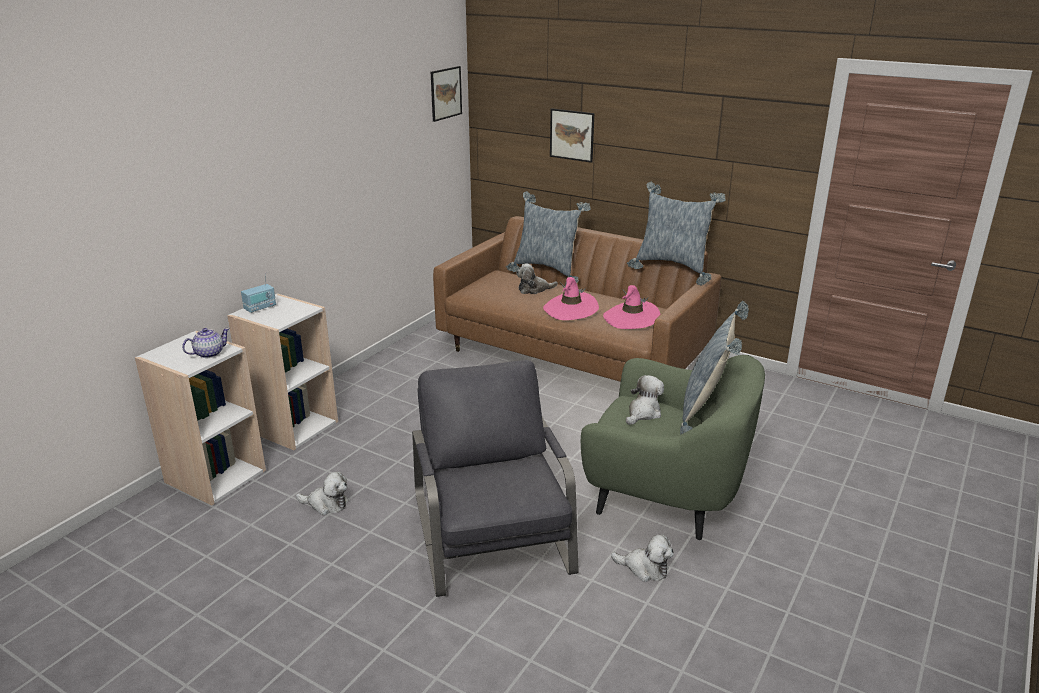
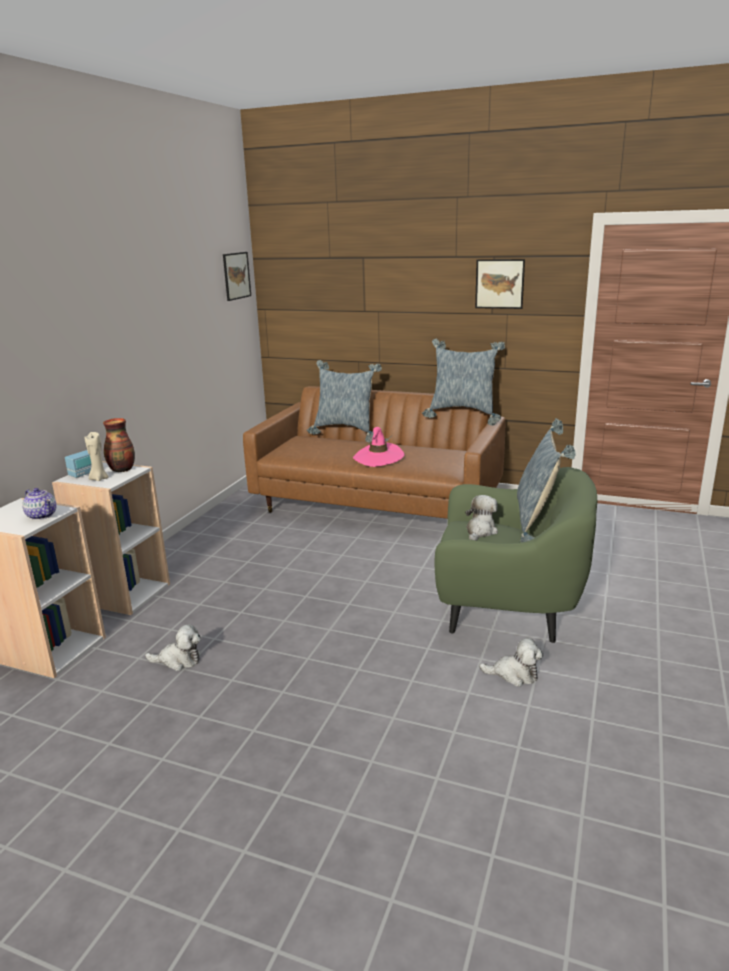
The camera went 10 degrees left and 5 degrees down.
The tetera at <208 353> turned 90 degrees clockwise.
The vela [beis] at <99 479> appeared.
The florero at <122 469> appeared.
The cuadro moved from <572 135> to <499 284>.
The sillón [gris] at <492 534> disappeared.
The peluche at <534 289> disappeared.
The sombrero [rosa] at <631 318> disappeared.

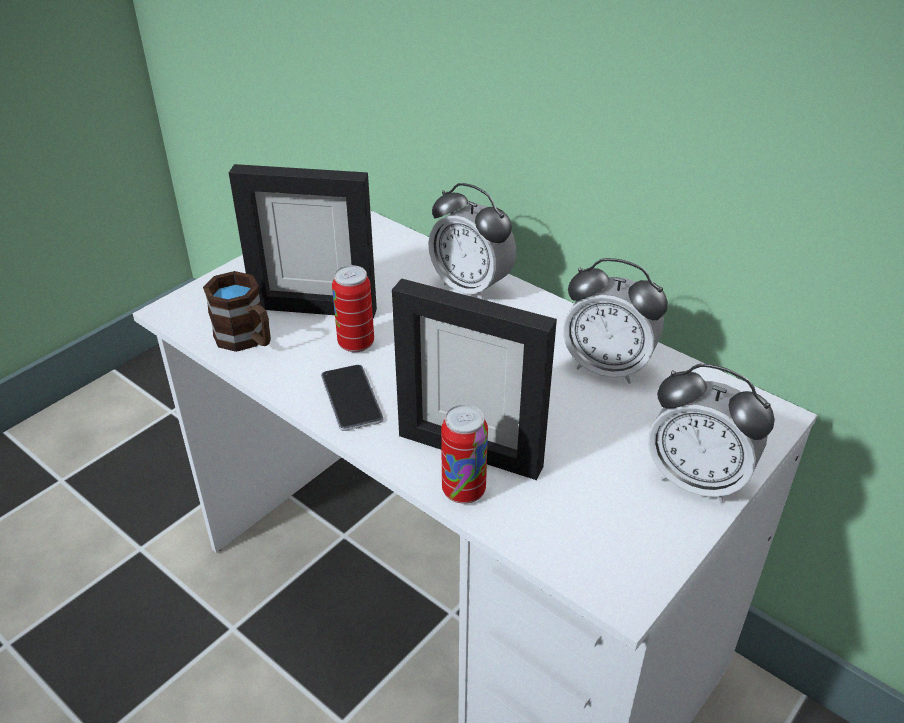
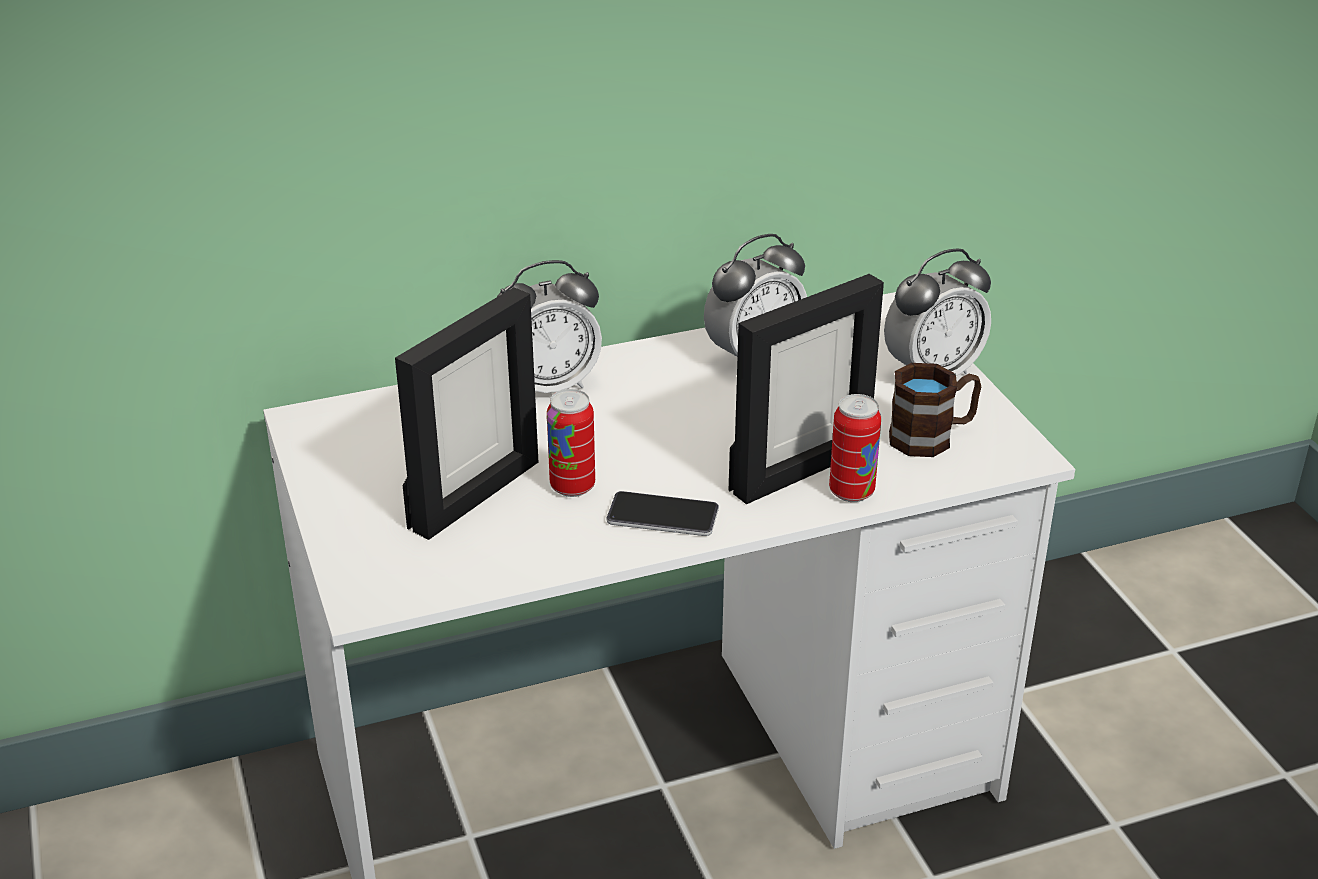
The camera went 60 degrees left and 5 degrees down.
The taza grande [marrón] moved from <247 340> to <932 437>.

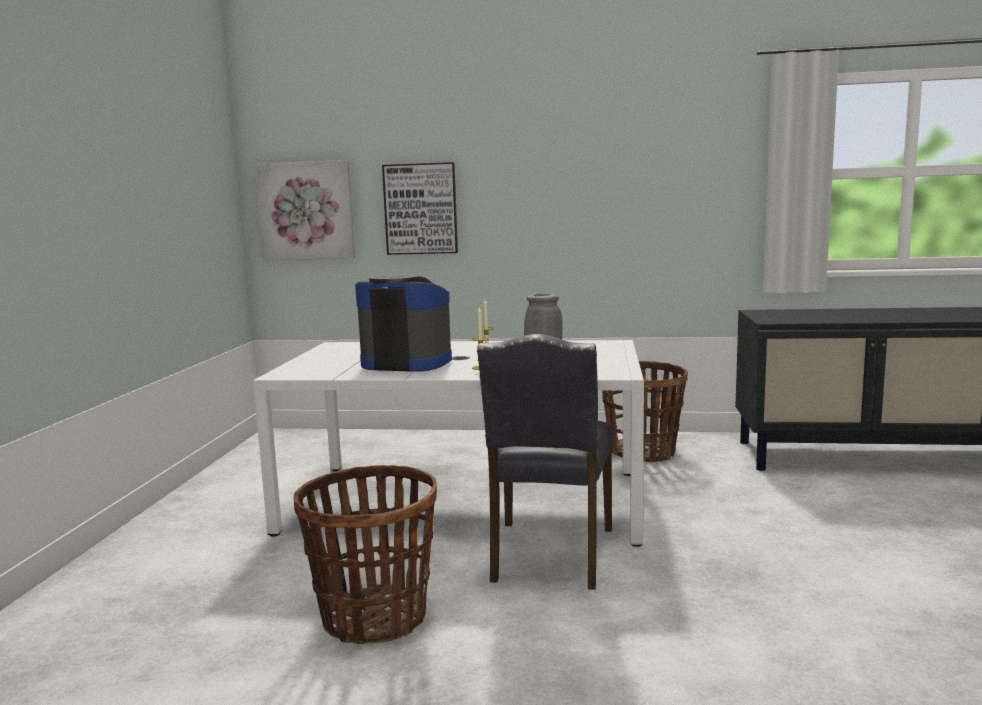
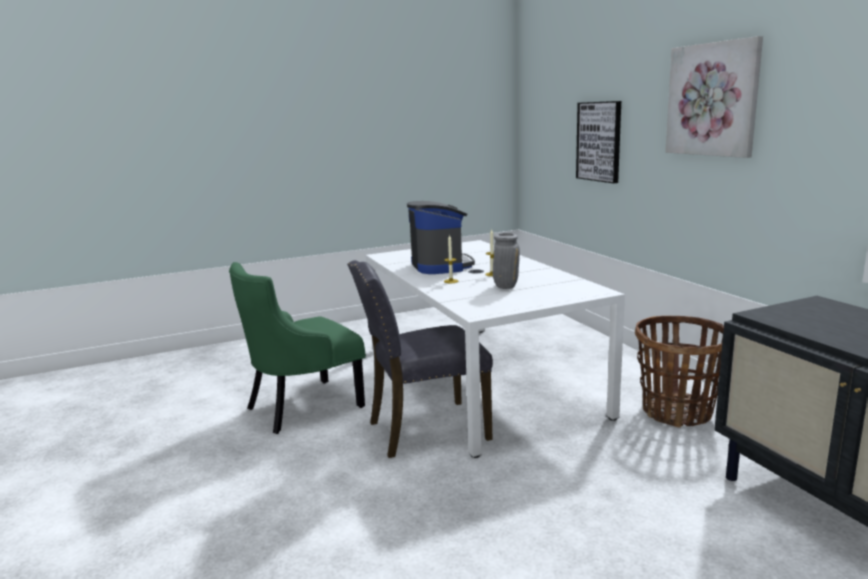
The camera went 60 degrees right and 5 degrees up.
The cesta at <374 617> was replaced by the silla [verde] at <306 406>.
The cuadro moved from <306 211> to <712 99>.

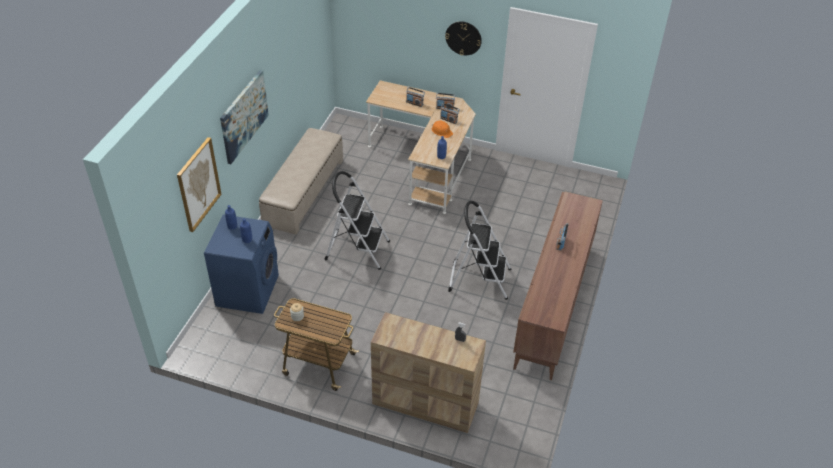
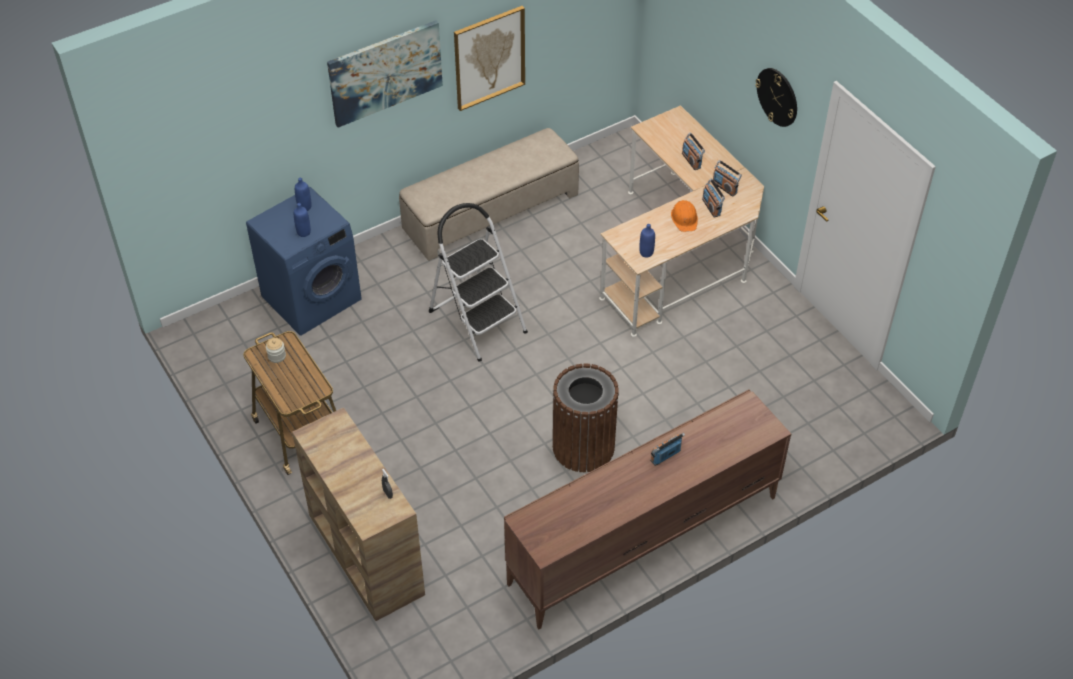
The camera went 40 degrees right and 5 degrees up.
The cuadro moved from <198 184> to <489 57>.
The escalera de tijera at <478 279> was replaced by the papelera [marrón] at <583 447>.

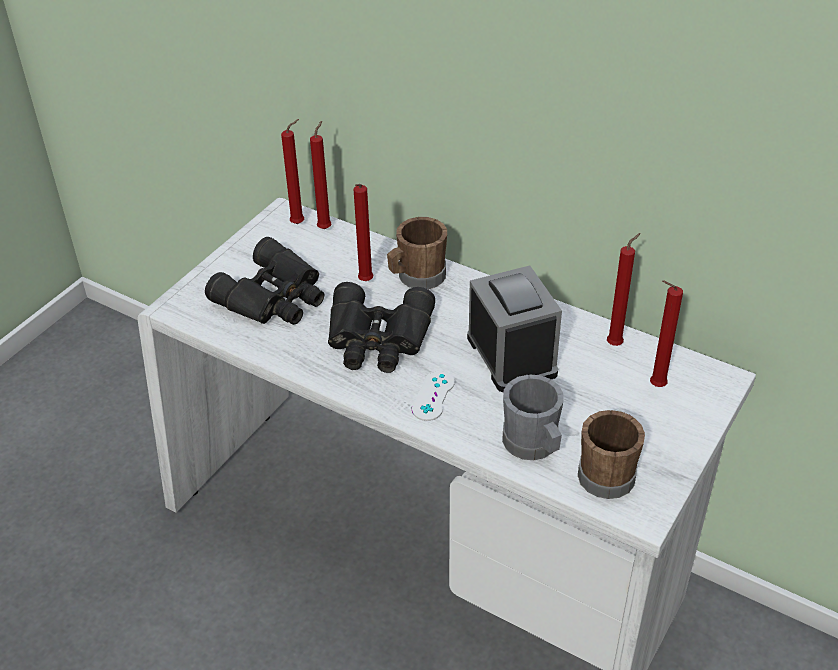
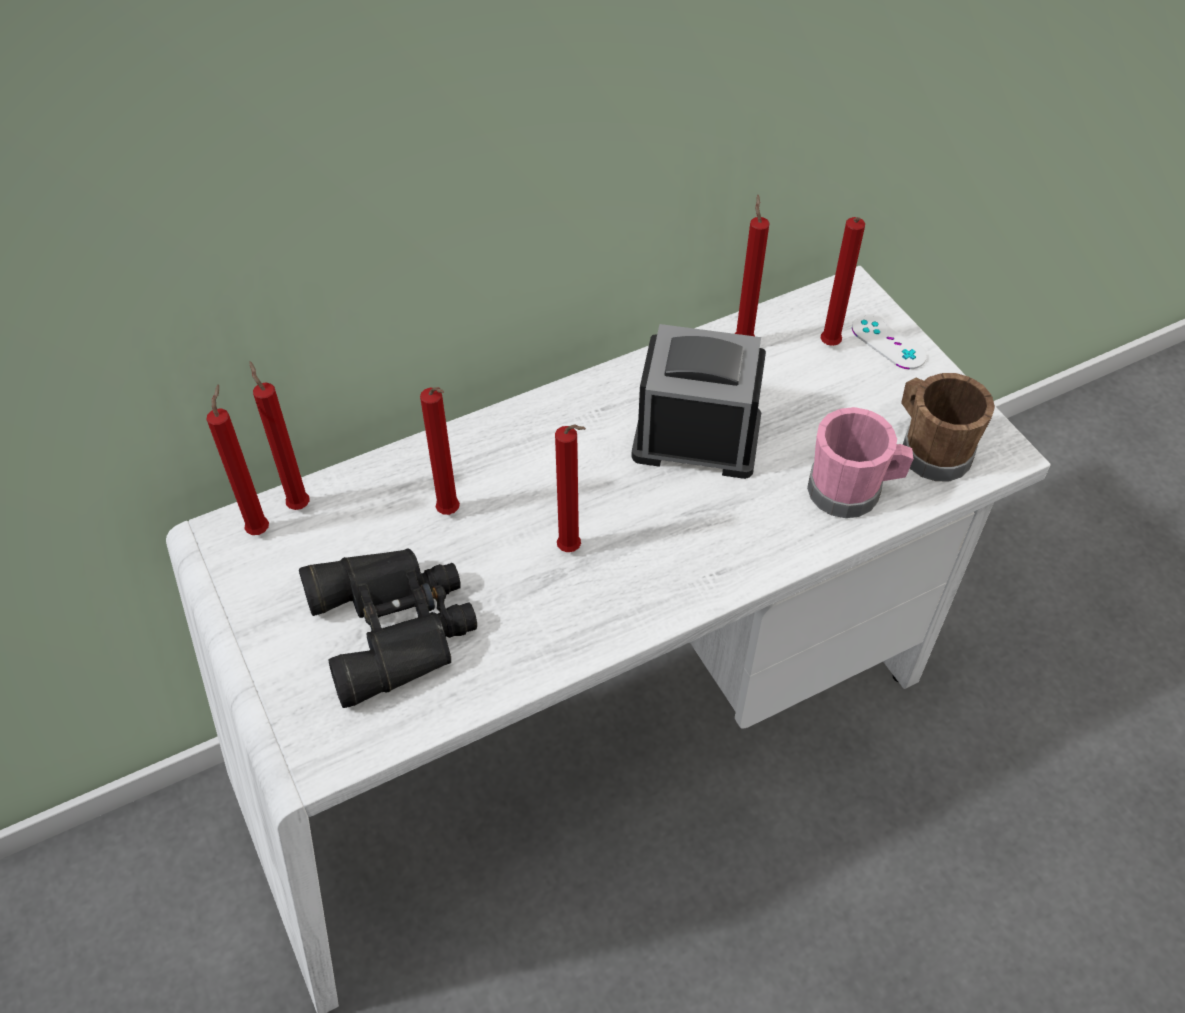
The camera went 60 degrees left and 10 degrees up.
The prismáticos [negro] at <378 339> was replaced by the vela [rojo] at <572 550>.
The taza grande [gris] at <533 445> became the taza grande [rosa] at <852 491>.
The mando de consola [blanco] moved from <433 396> to <888 342>.
The taza grande [marrón] at <417 277> disappeared.

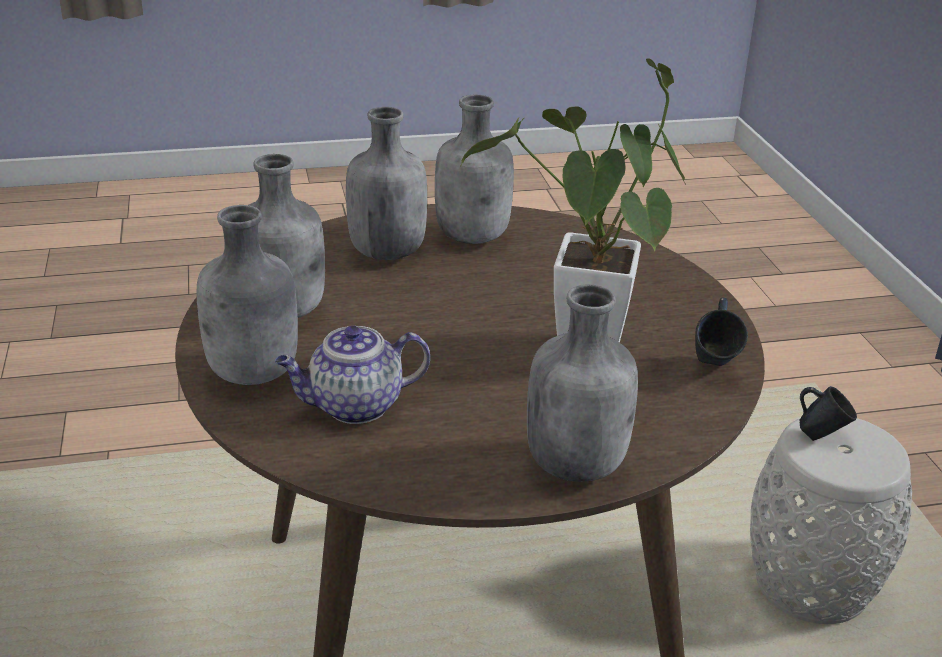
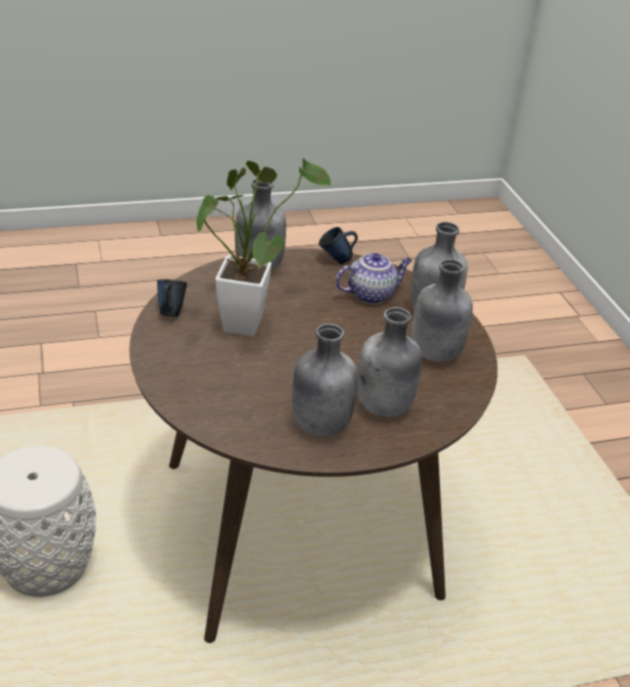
The camera went 175 degrees right and 5 degrees up.
The taza grande [azul] moved from <821 436> to <336 261>.

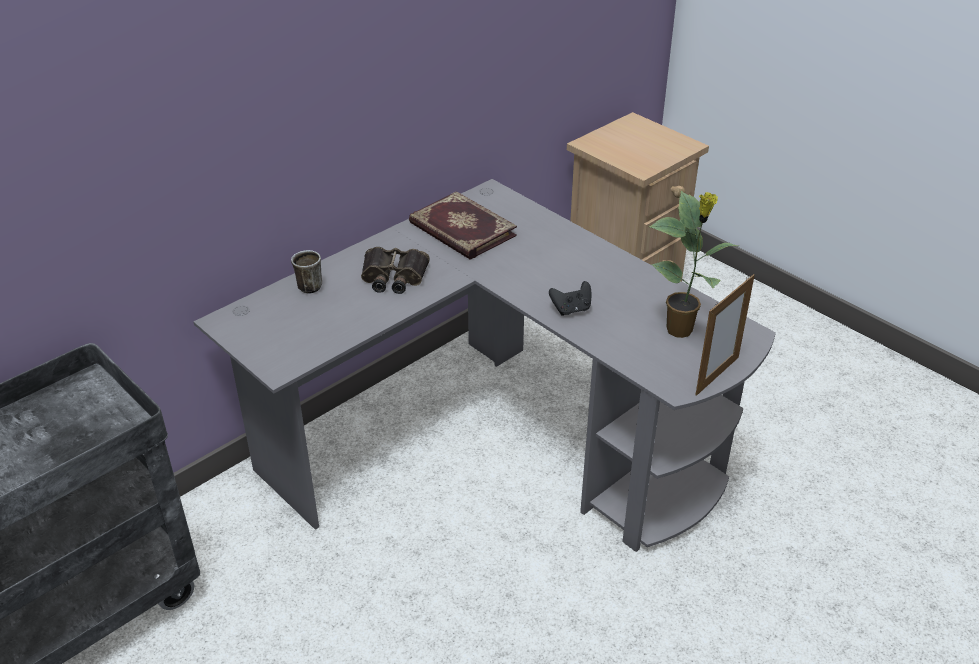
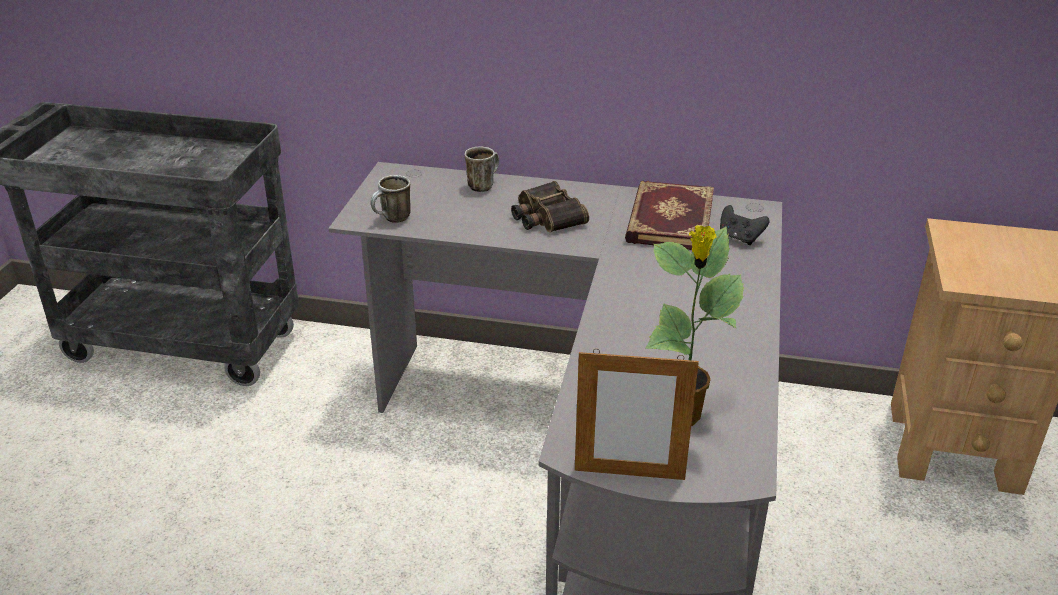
The camera went 55 degrees right and 5 degrees down.
The taza grande at <393 219> appeared.
The mando de consola [negro] moved from <571 309> to <739 238>.

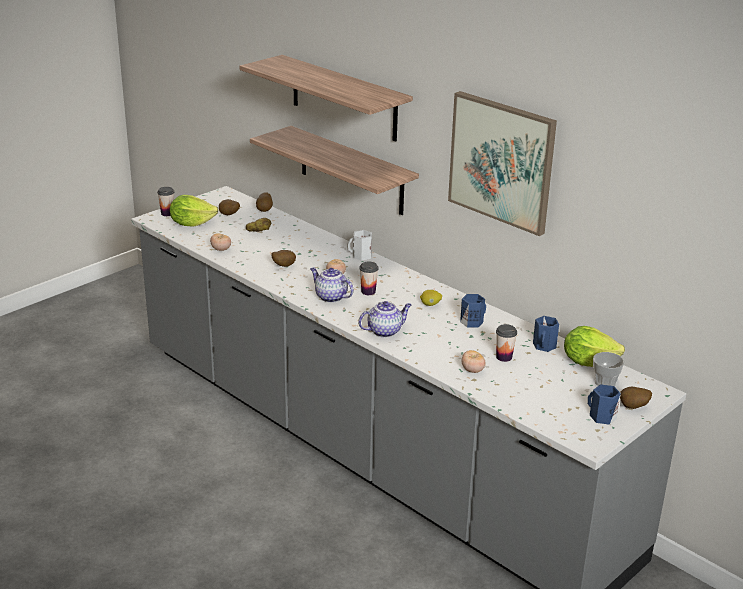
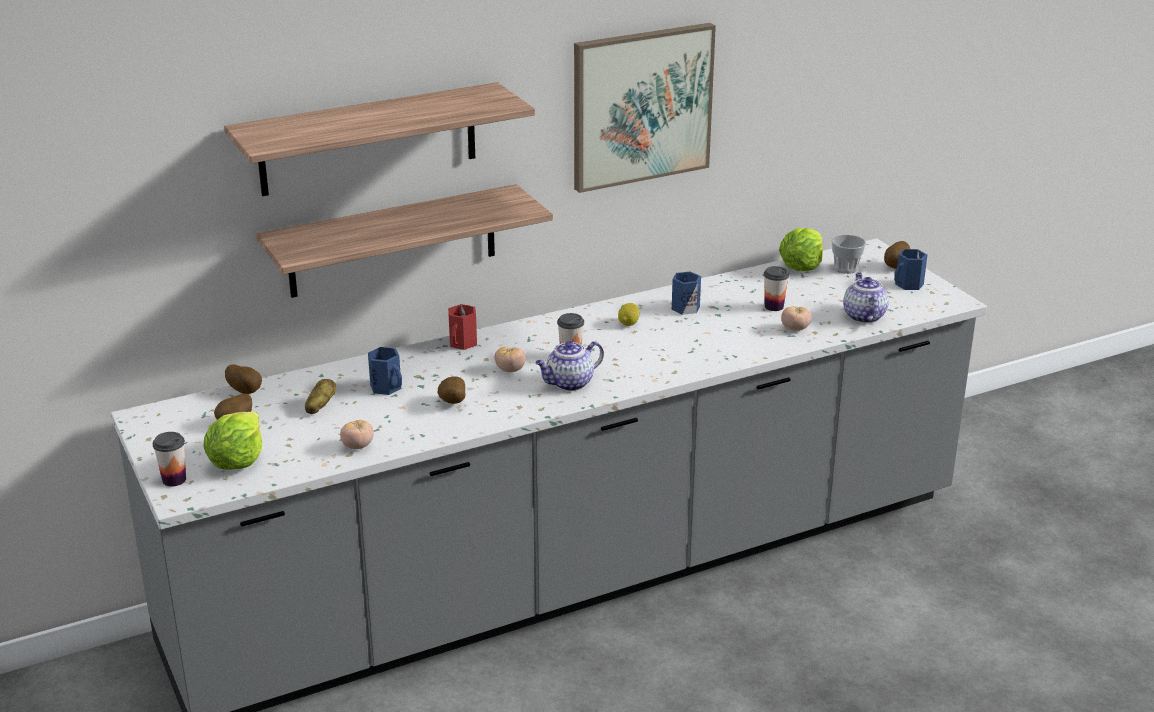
The camera went 70 degrees left and 0 degrees up.
The taza grande [azul] moved from <545 346> to <387 387>.
The taza grande [blanco] at <361 256> became the taza grande [rojo] at <463 343>.
The tetera moved from <385 331> to <863 316>.

